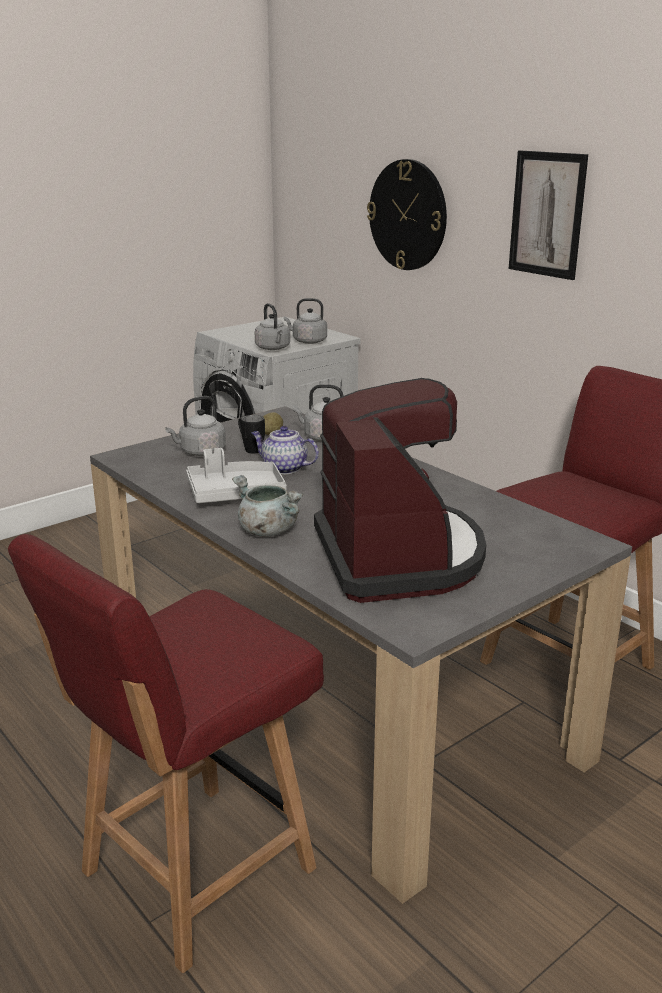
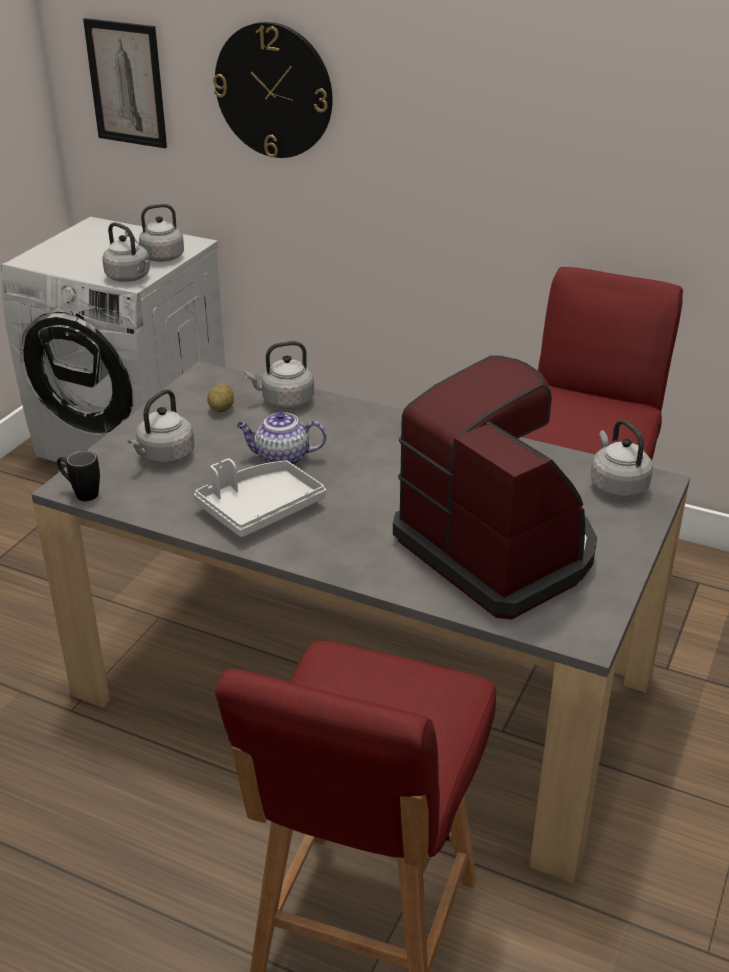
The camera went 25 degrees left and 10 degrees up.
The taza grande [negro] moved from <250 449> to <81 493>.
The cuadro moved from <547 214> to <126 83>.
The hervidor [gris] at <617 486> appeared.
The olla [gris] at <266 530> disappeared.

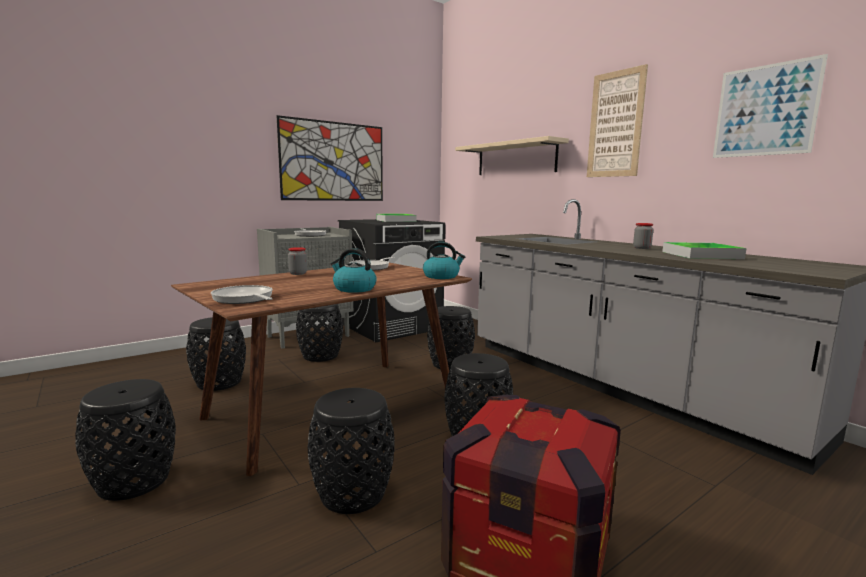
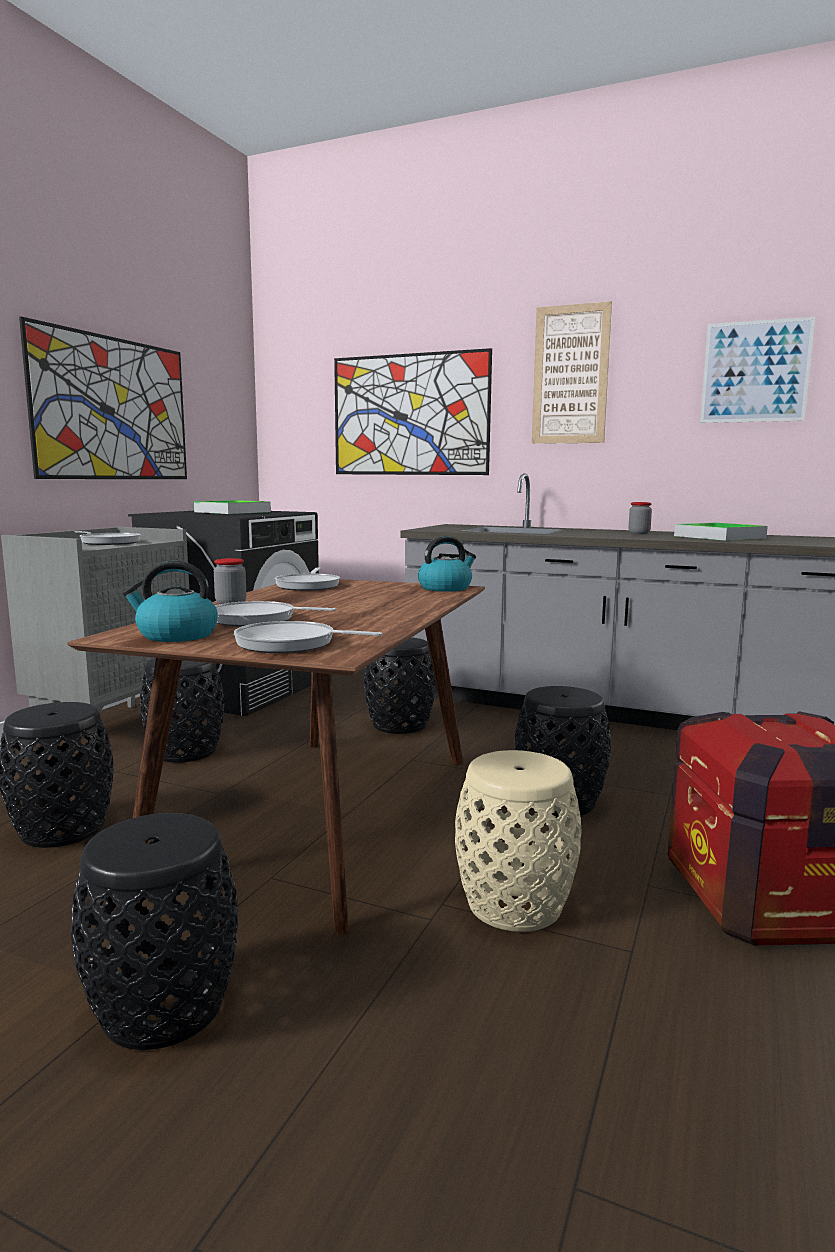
The camera went 30 degrees left and 0 degrees up.
The hervidor moved from <353 289> to <176 635>.
The sartén at <257 620> appeared.
The estante [beis] at <515 159> was replaced by the cuadro at <410 415>.
The taburete [negro] at <352 494> became the taburete [beis] at <514 905>.

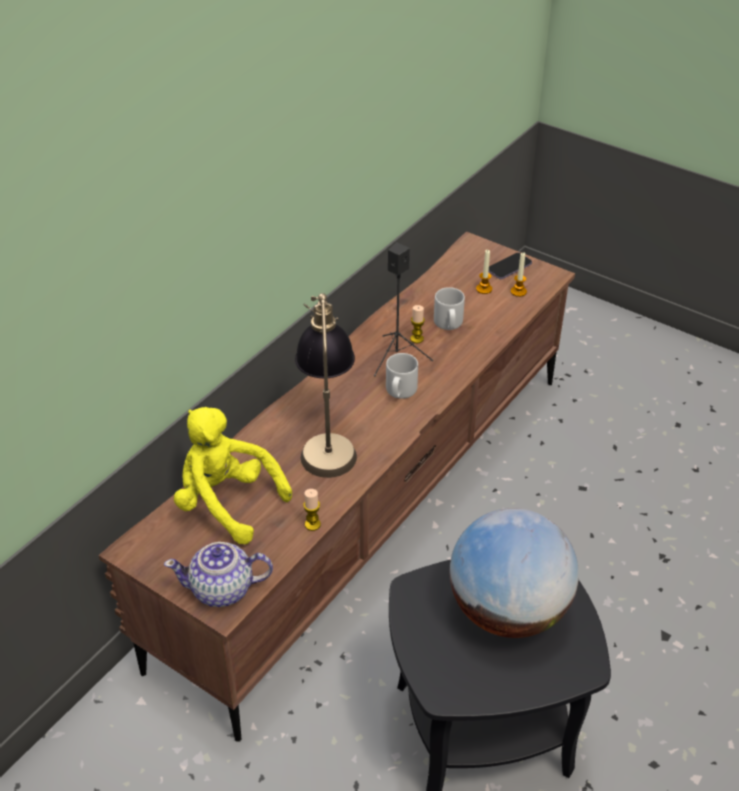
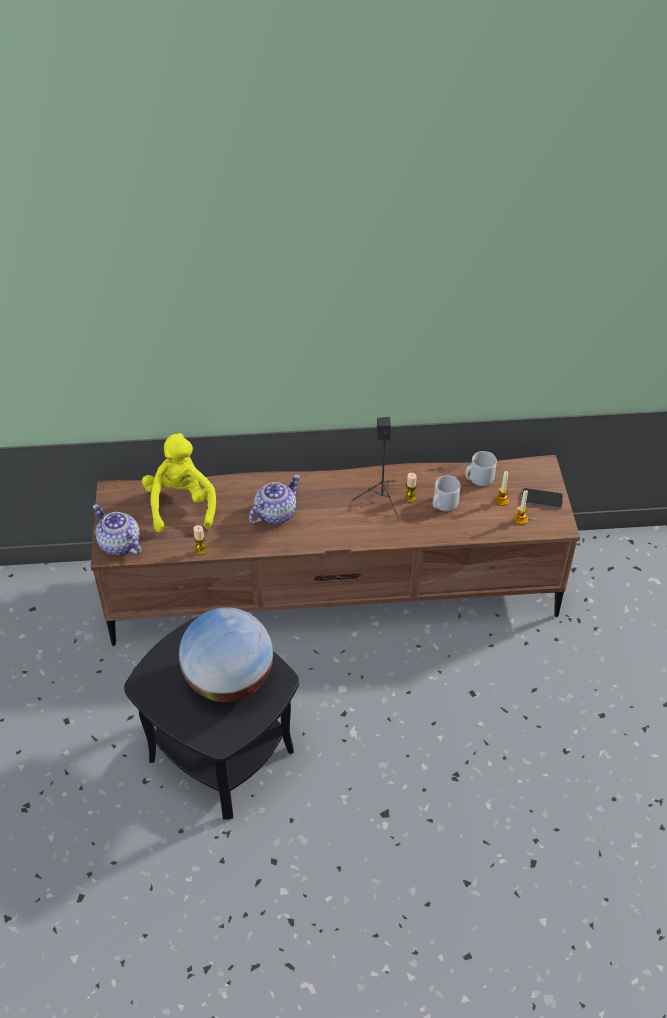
The camera went 50 degrees right and 5 degrees up.
The lámpara de mesa at <328 439> was replaced by the tetera at <275 514>.
The taza grande [gris] moved from <400 391> to <478 478>.

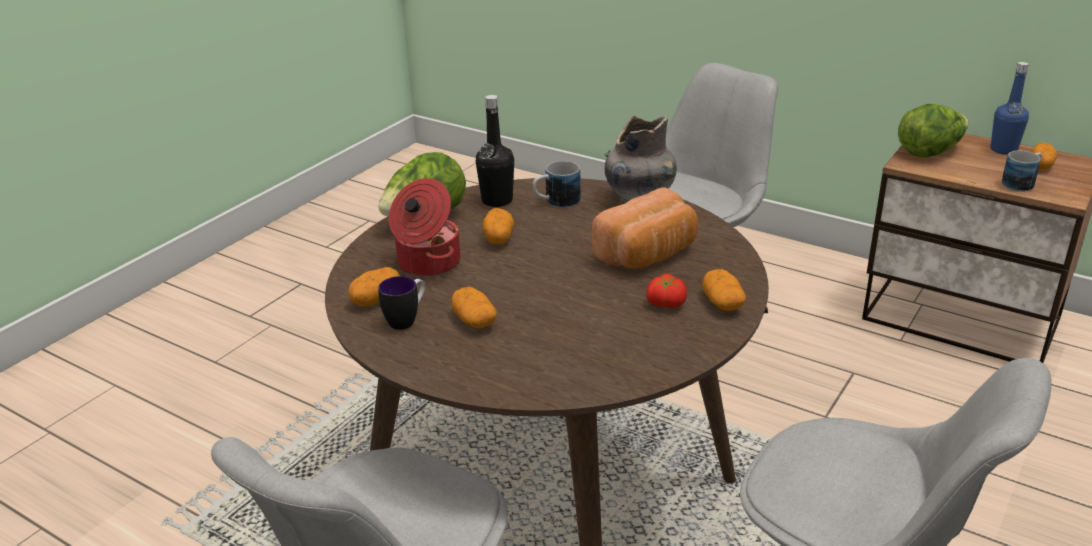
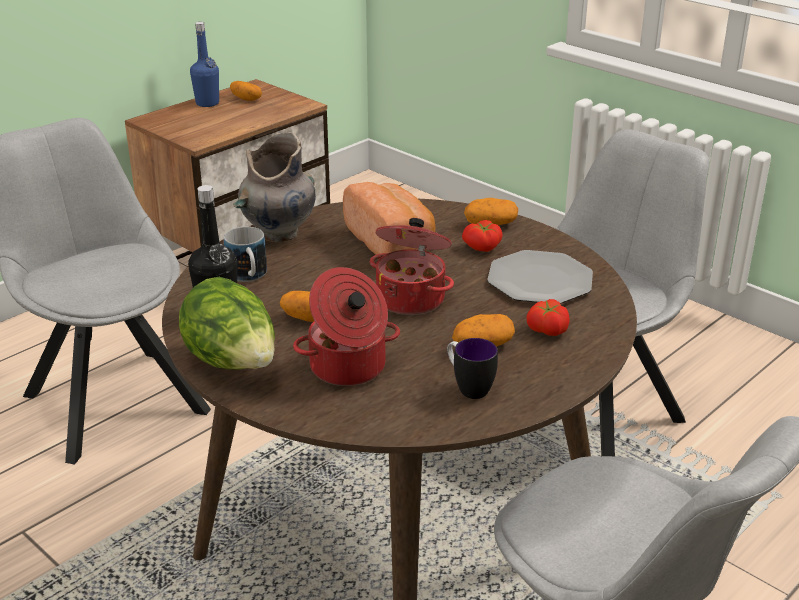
The camera went 80 degrees left and 0 degrees up.
The olla at <412 298> appeared.
The plato at <540 280> appeared.
The tomate at <546 330> appeared.
The patata at <376 299> disappeared.
The lechuga at <929 152> disappeared.
The taza grande at <1022 183> disappeared.

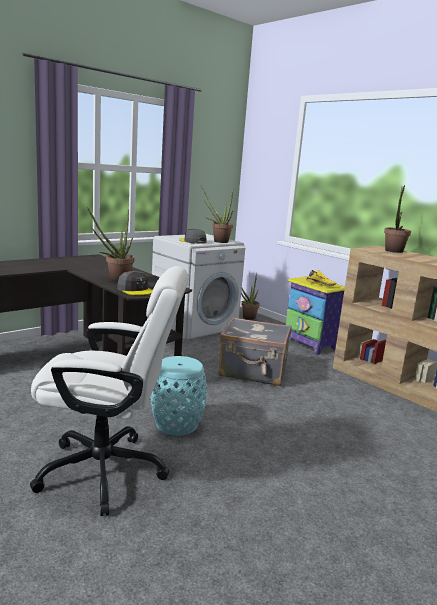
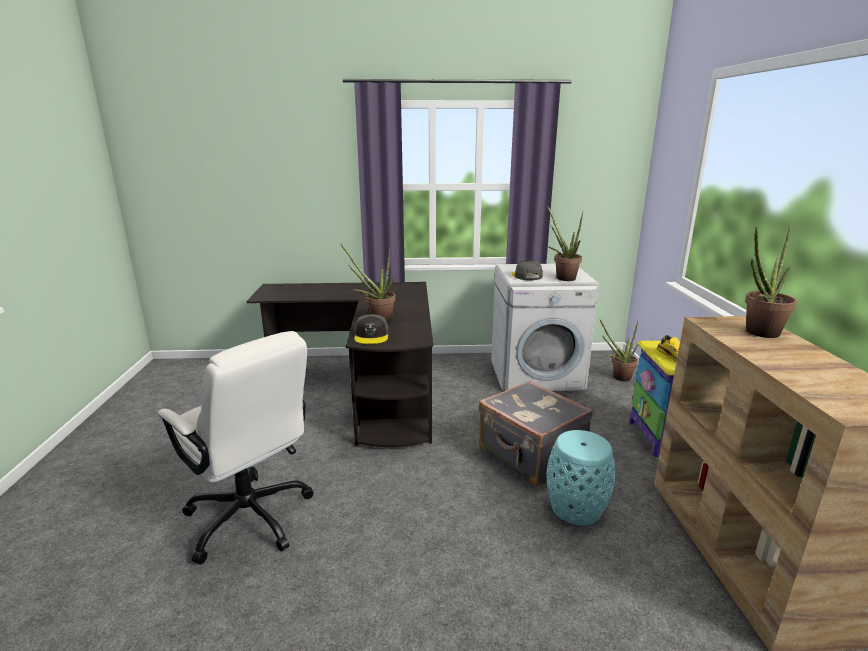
The camera went 40 degrees right and 5 degrees up.
The taburete [turquesa] moved from <177 425> to <576 508>.

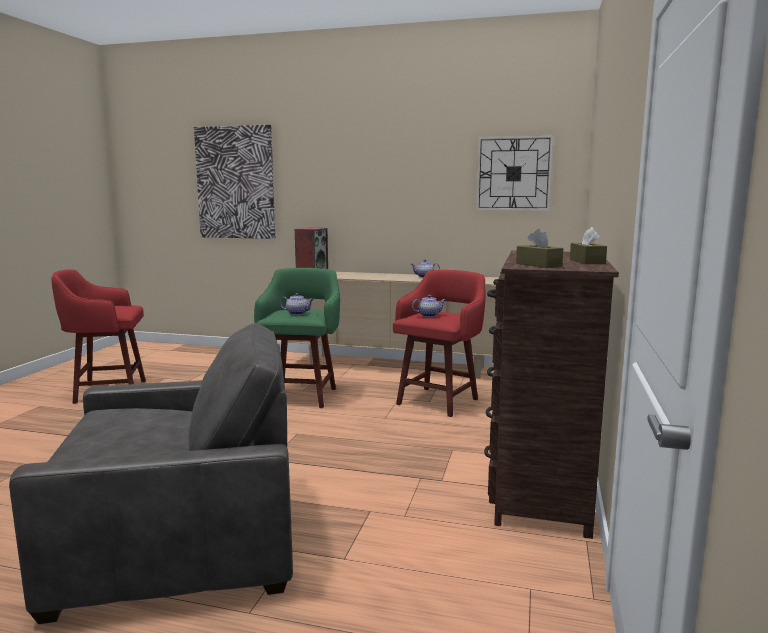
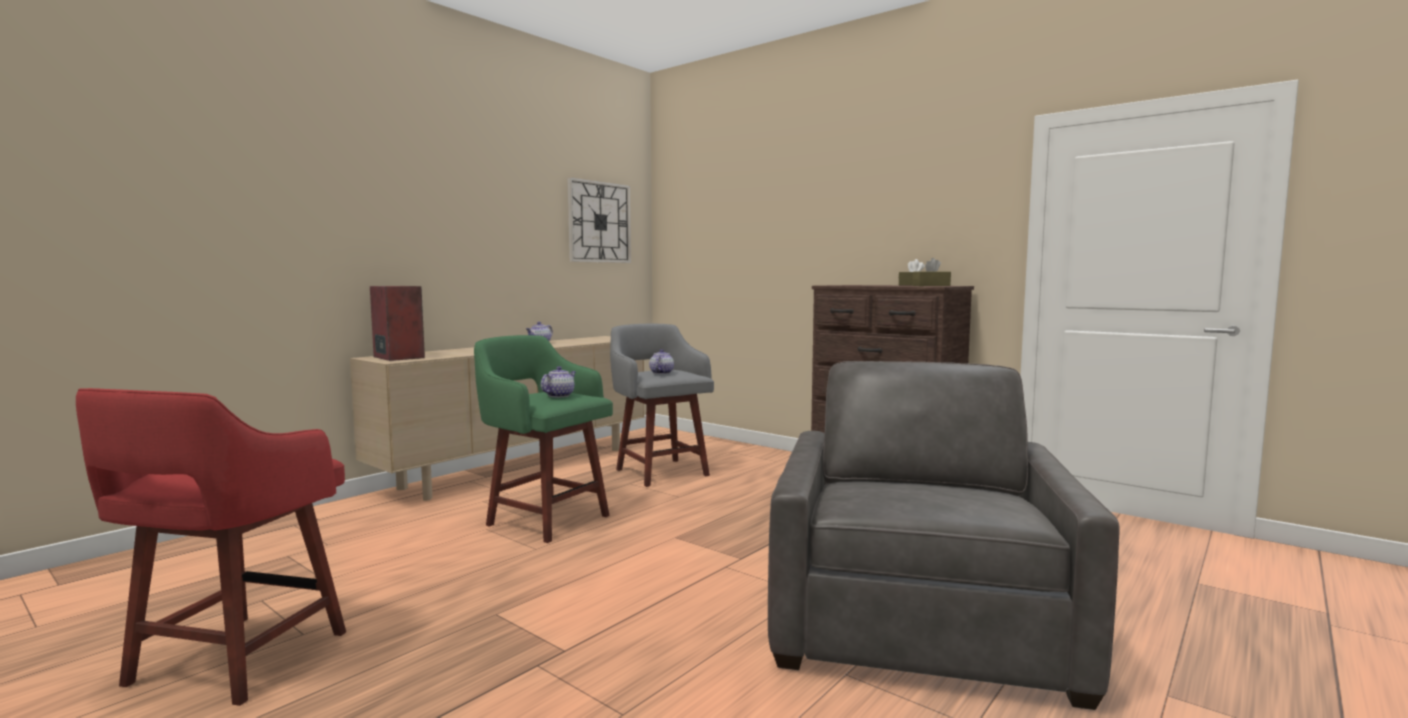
The camera went 65 degrees left and 5 degrees down.
The taburete [rojo] at <439 401> became the taburete [gris] at <660 472>.
The cuadro at <235 183> disappeared.

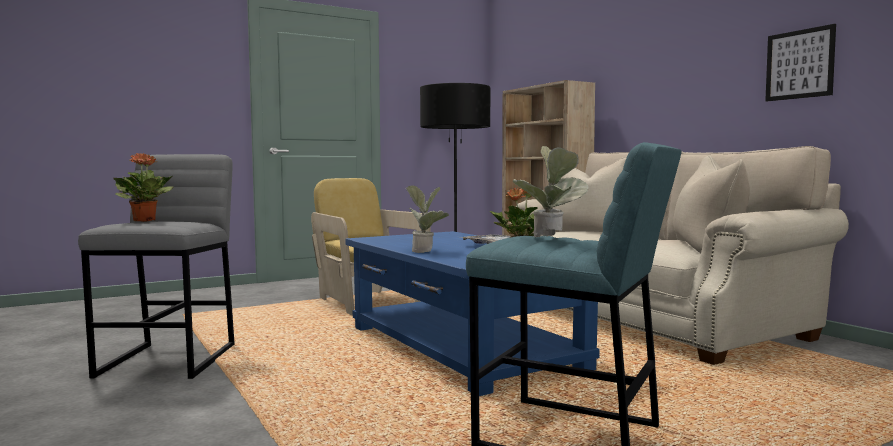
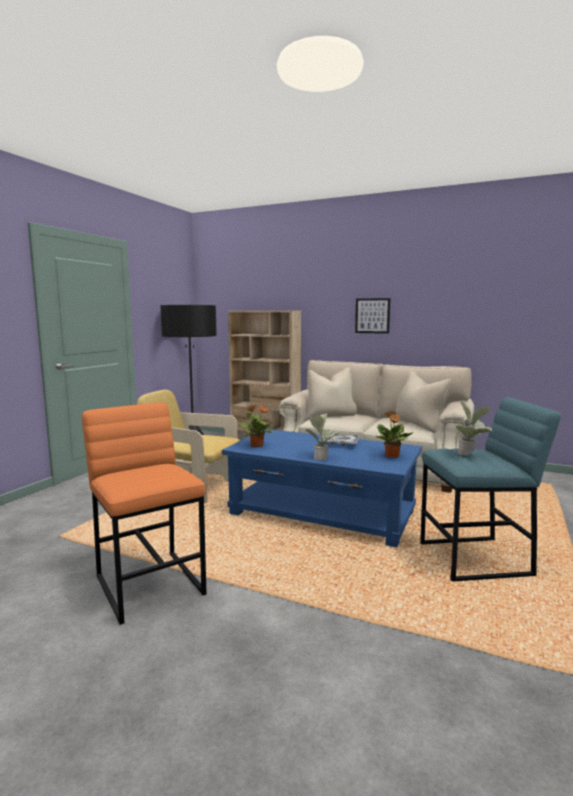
The camera went 35 degrees left and 5 degrees up.
The taburete [gris] at <169 359> became the taburete [naranja] at <148 583>.
The planta en maceta moved from <145 220> to <256 445>.
The cuadro moved from <799 64> to <372 315>.

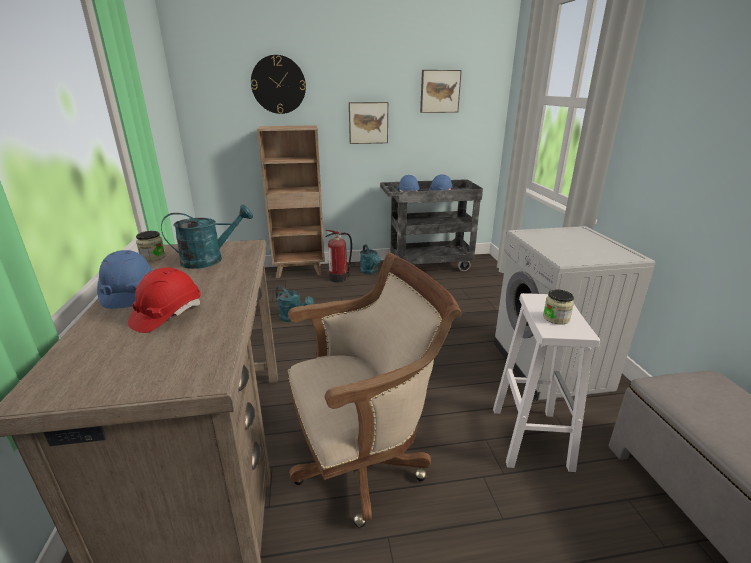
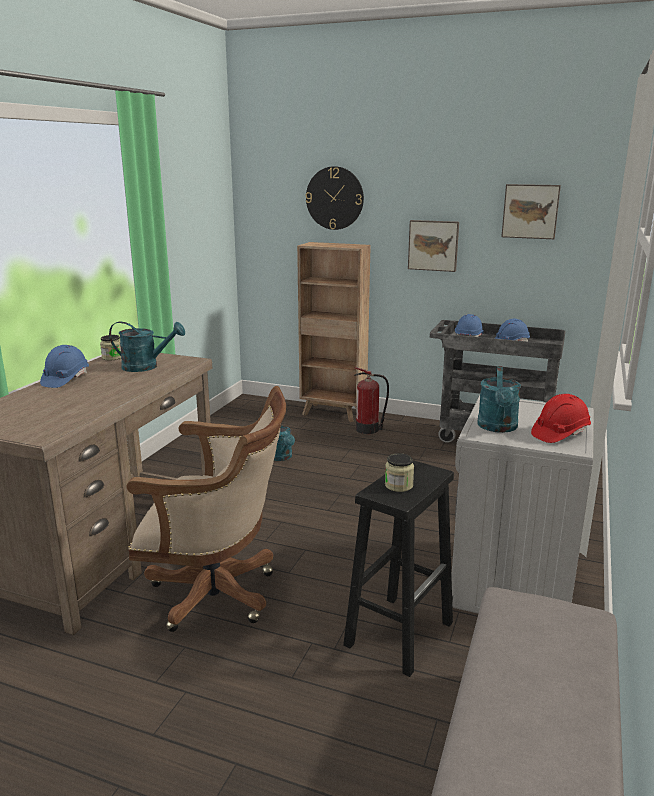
The camera went 30 degrees right and 5 degrees down.
The taburete [blanco] at <529 436> became the taburete [negro] at <399 632>.
The regadera [turquesa] moved from <370 272> to <498 428>.
The casco [rojo] moved from <167 315> to <559 434>.

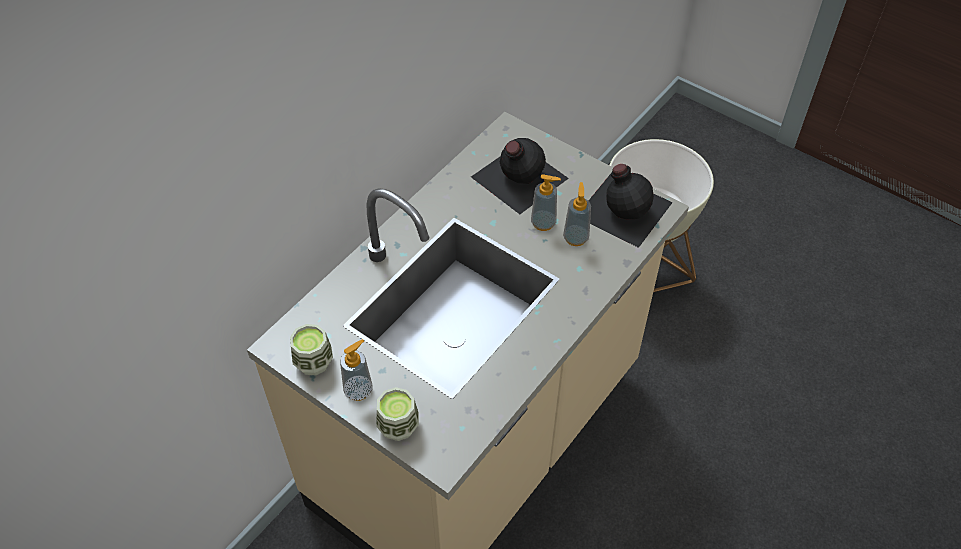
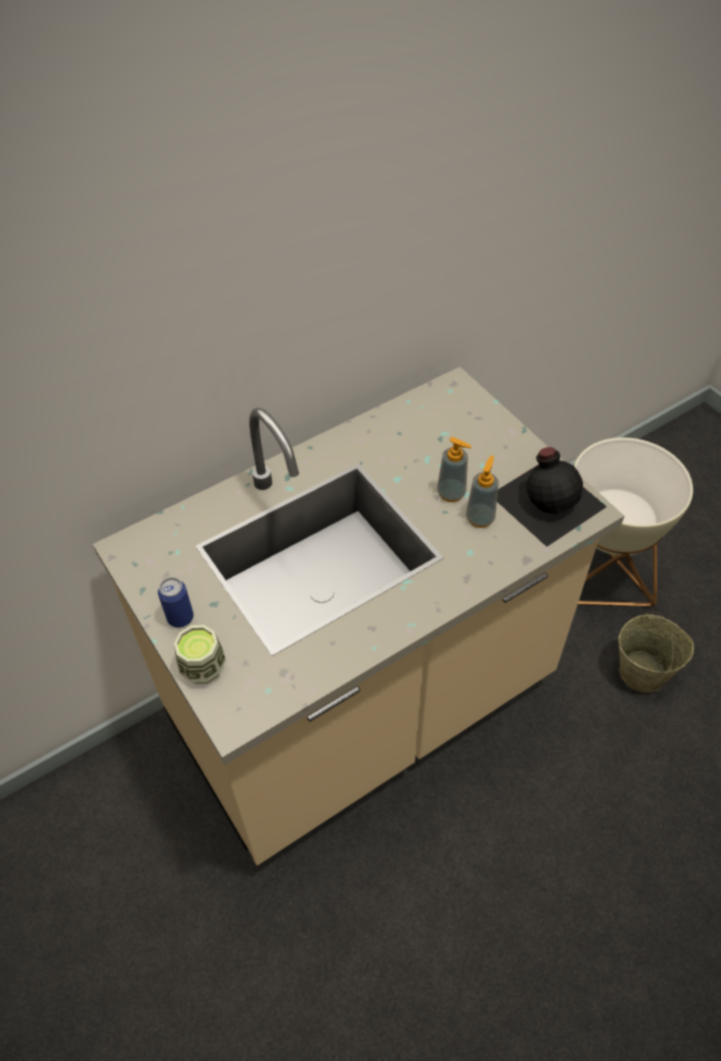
The camera went 20 degrees right and 0 degrees up.
The dispensador de jabón at <358 390> was replaced by the lata at <180 618>.
The cubo [beis] at <643 672> appeared.
The taza at <313 362> disappeared.
The botella [negro] at <517 177> disappeared.

